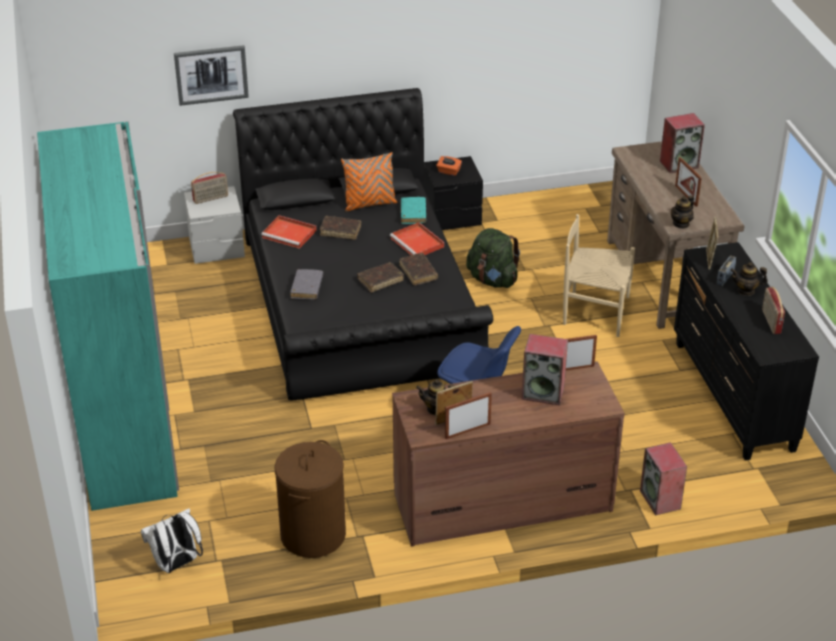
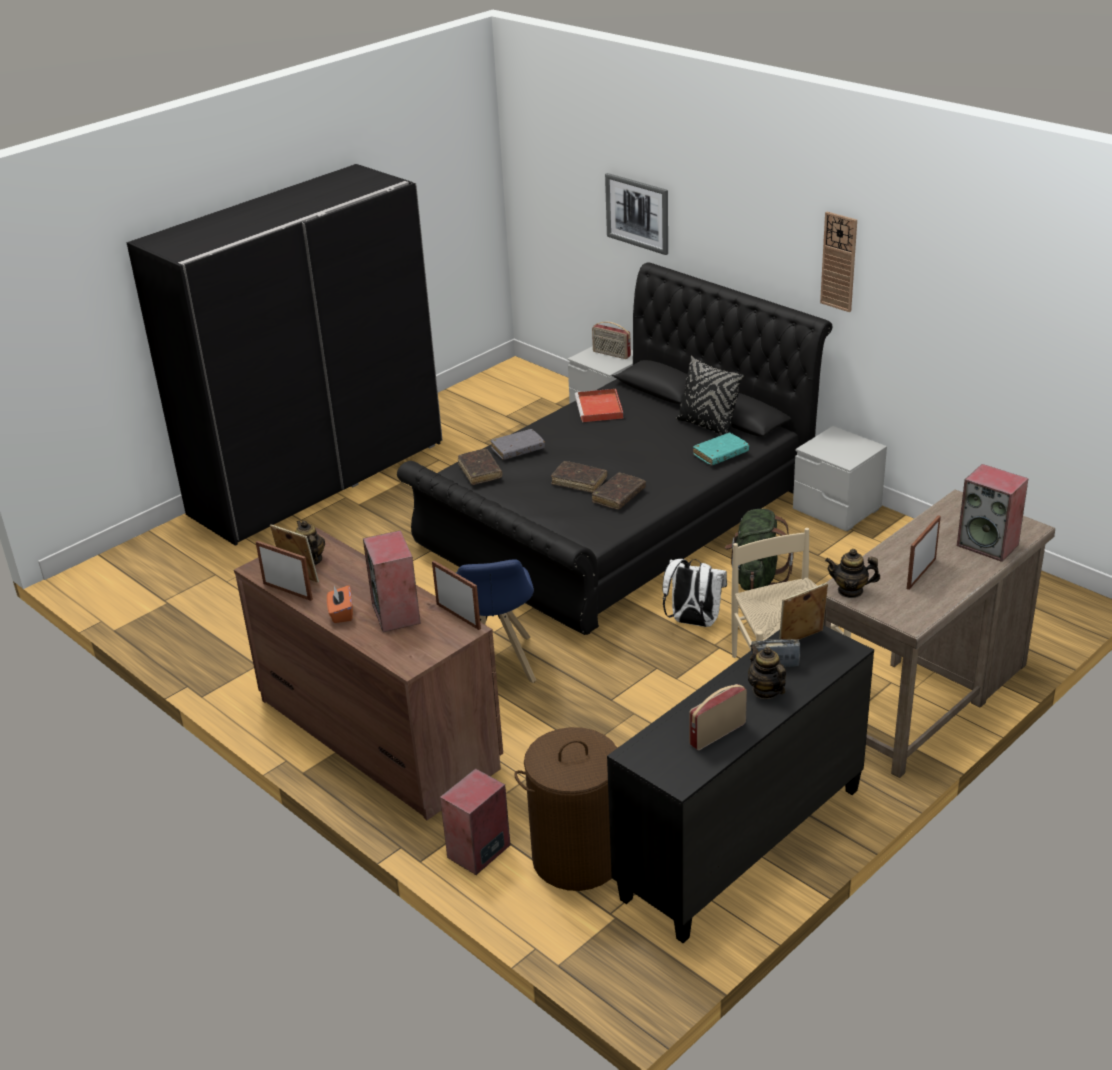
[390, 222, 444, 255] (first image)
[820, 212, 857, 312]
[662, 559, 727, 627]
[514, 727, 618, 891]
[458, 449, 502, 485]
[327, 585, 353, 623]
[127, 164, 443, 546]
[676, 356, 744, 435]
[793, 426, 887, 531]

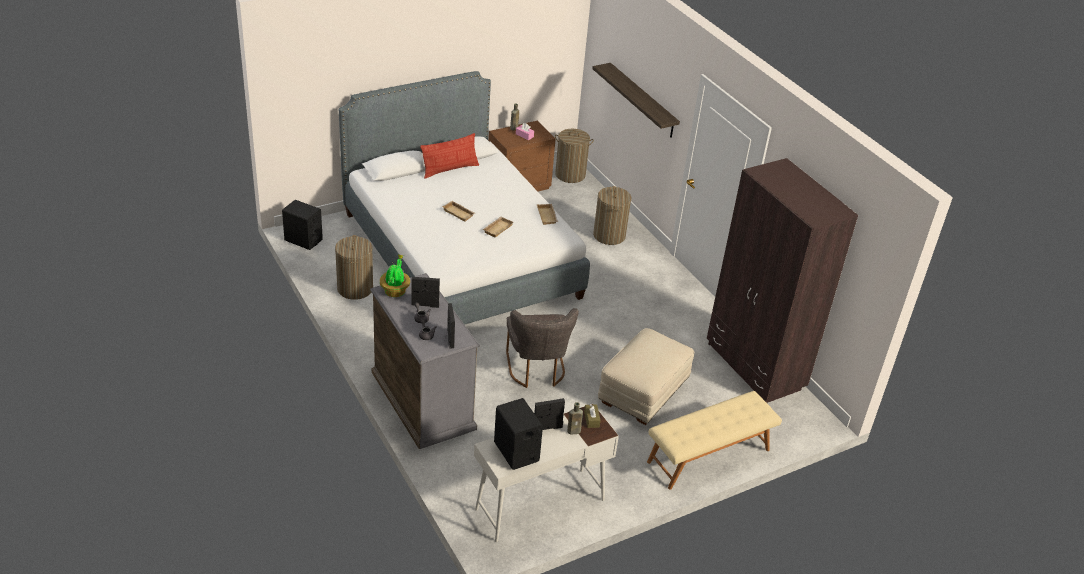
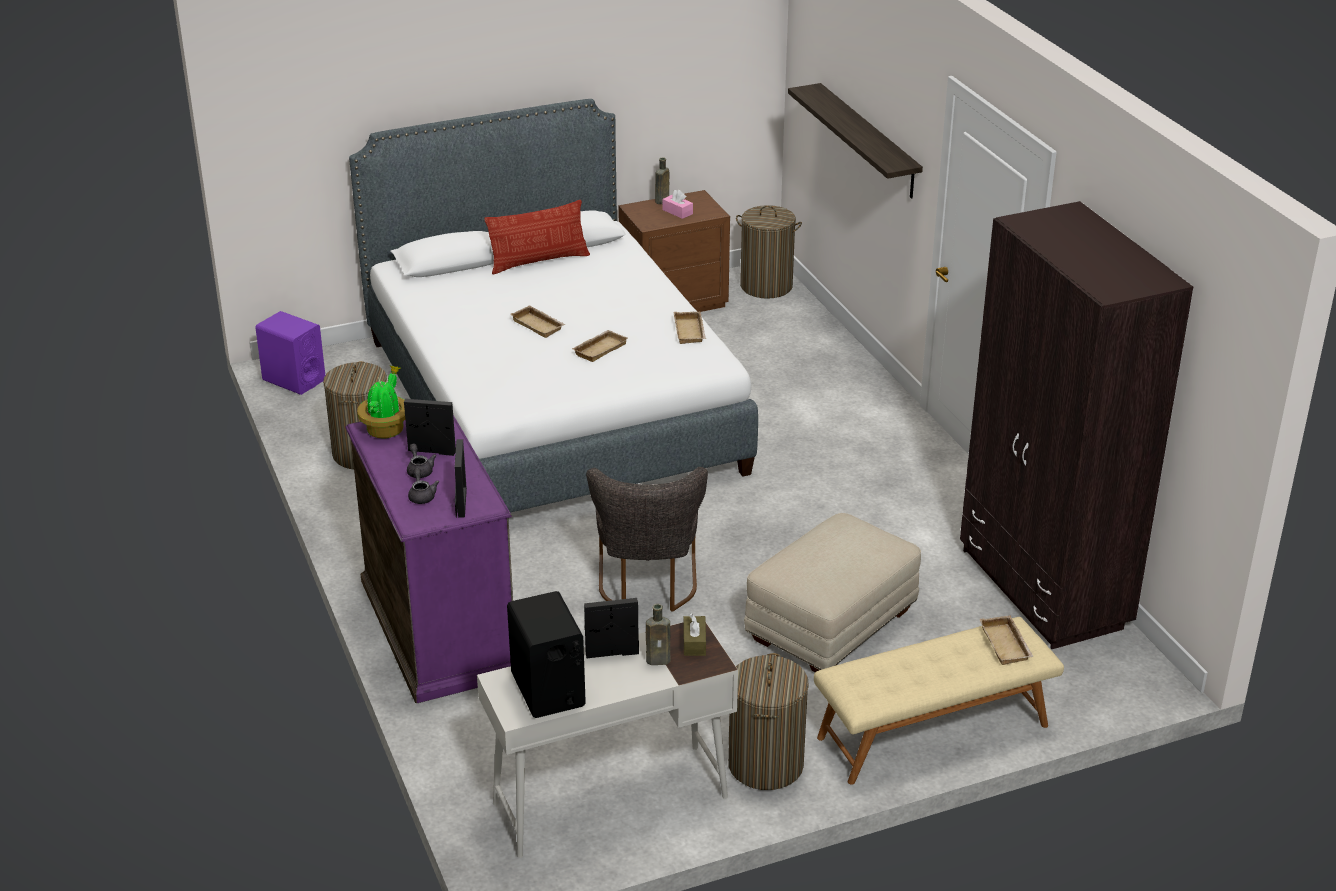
[980, 615, 1034, 665]
[728, 653, 809, 790]
[255, 311, 325, 395]
[345, 415, 513, 703]

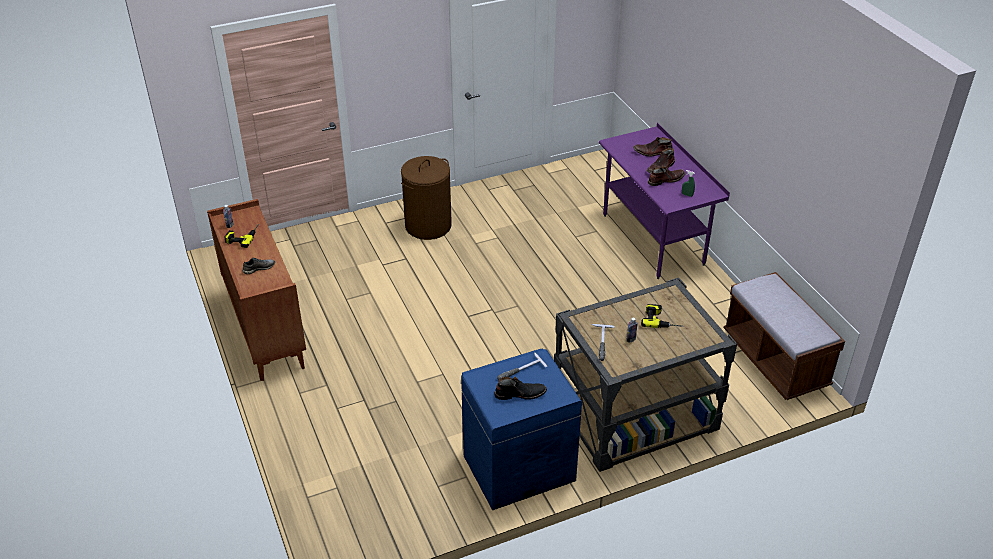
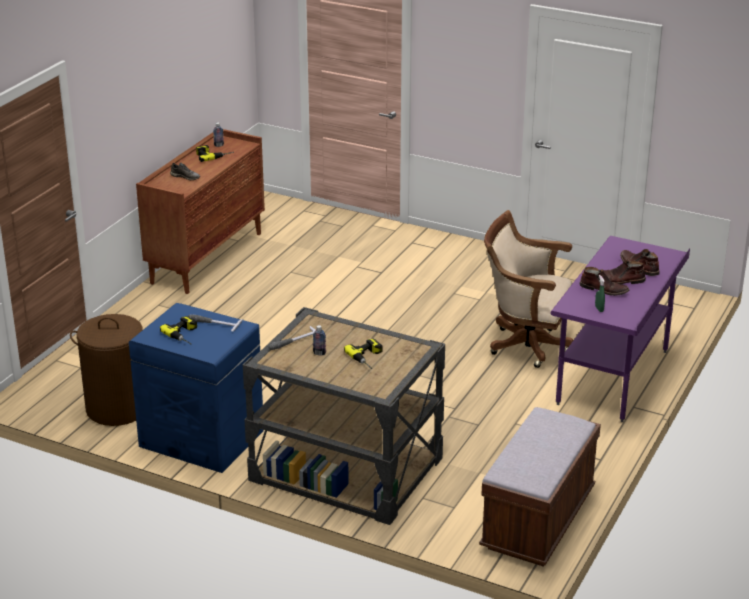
[484, 210, 573, 368]
[70, 314, 143, 426]
[160, 316, 197, 344]

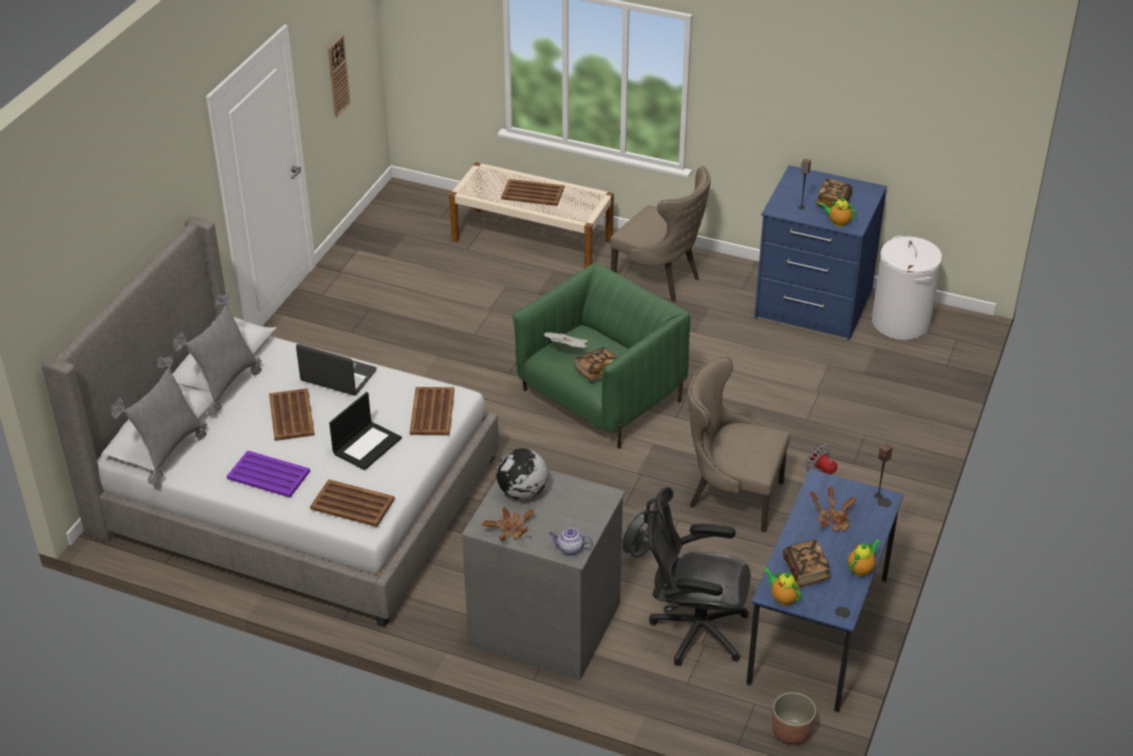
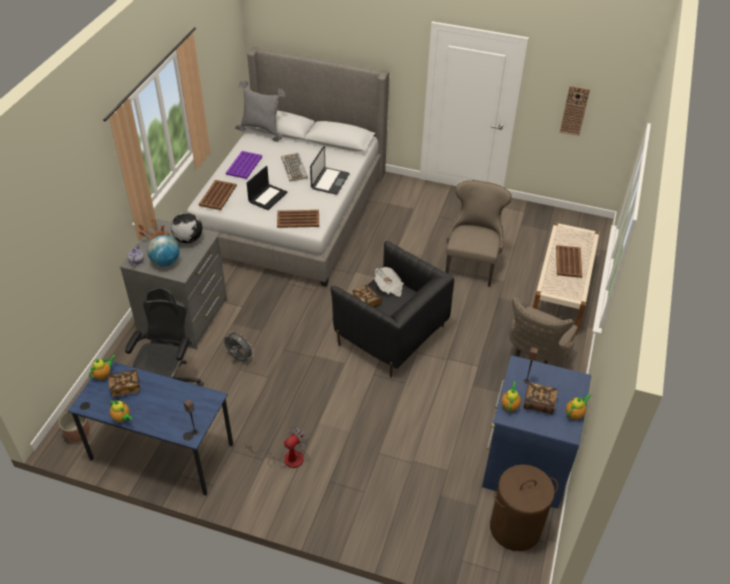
[173, 293, 262, 416] (first image)
[809, 486, 857, 531] (first image)
[147, 235, 179, 266]
[566, 394, 591, 420]
[445, 180, 512, 287]
[281, 153, 308, 181]
[330, 241, 454, 378]
[490, 464, 558, 551]
[247, 166, 288, 210]

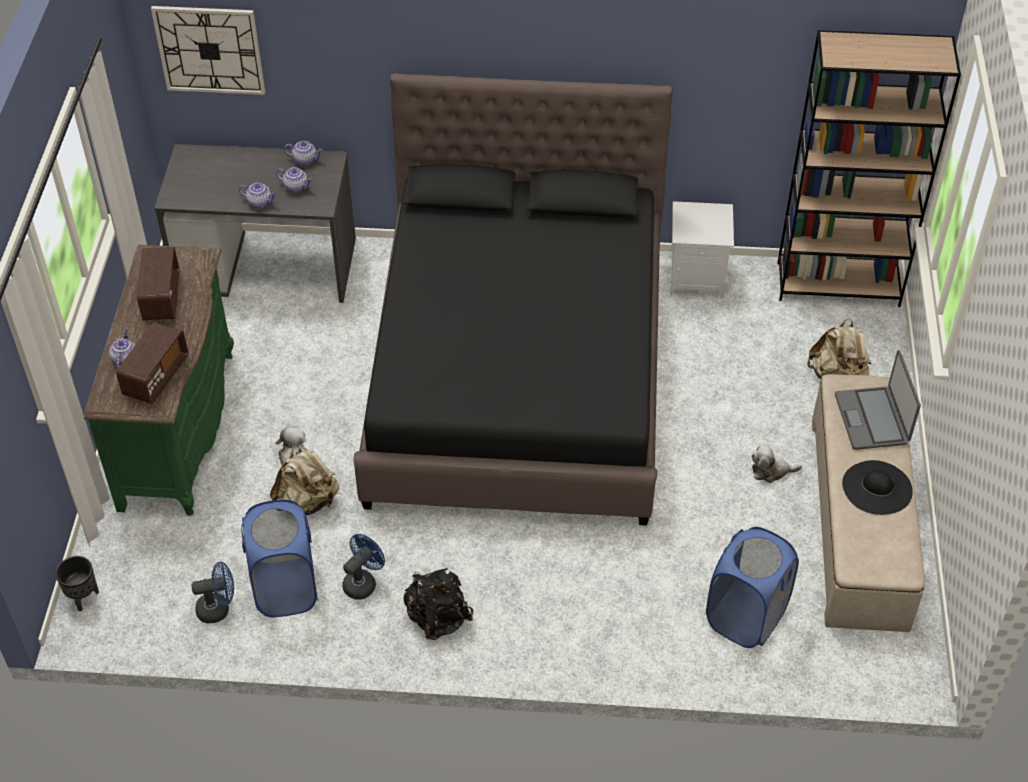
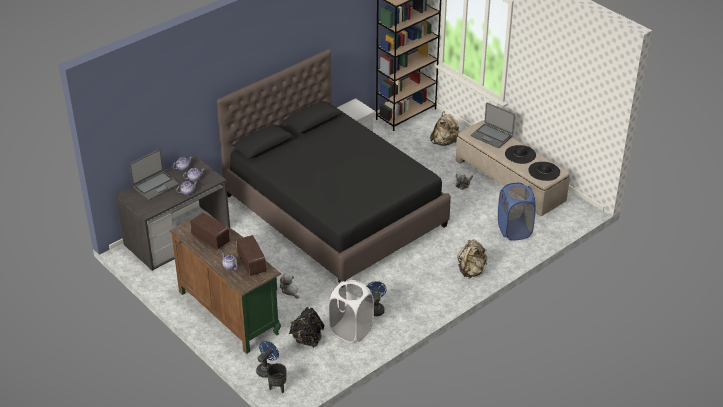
[151, 6, 265, 95] (first image)
[129, 149, 179, 200]
[528, 162, 560, 181]
[256, 341, 279, 378]
[457, 240, 487, 278]
[289, 307, 325, 348]
[328, 280, 374, 343]

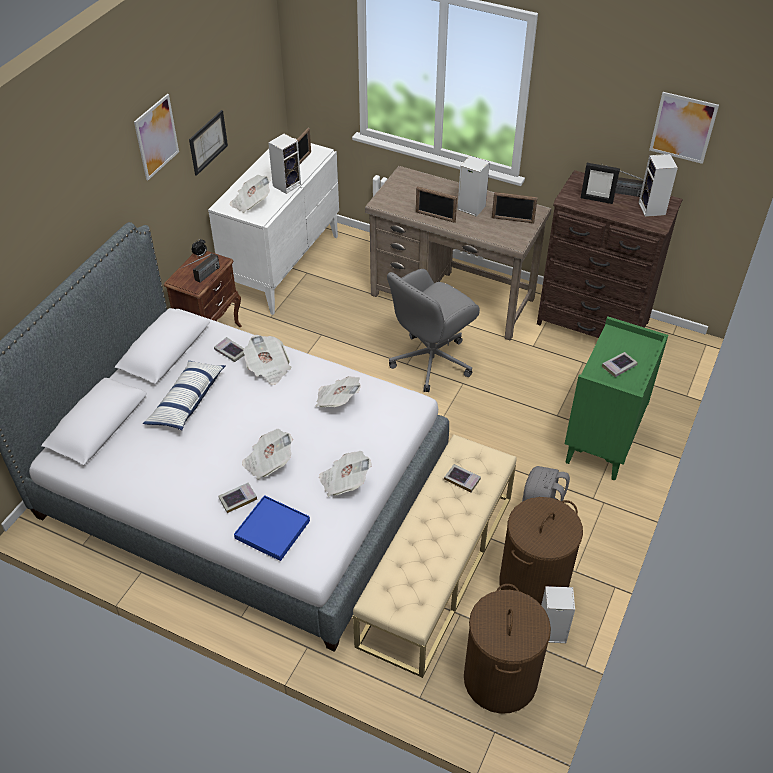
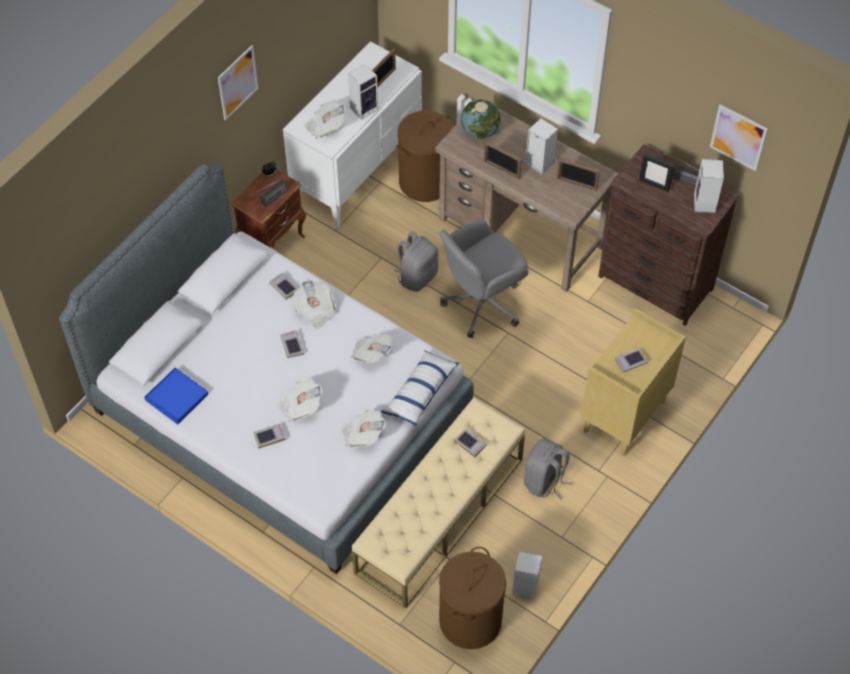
[189, 110, 228, 176] (first image)
[280, 330, 304, 358]
[394, 231, 438, 292]
[461, 99, 501, 139]
[381, 350, 459, 426]
[144, 367, 208, 425]
[396, 111, 455, 202]
[581, 308, 686, 456]

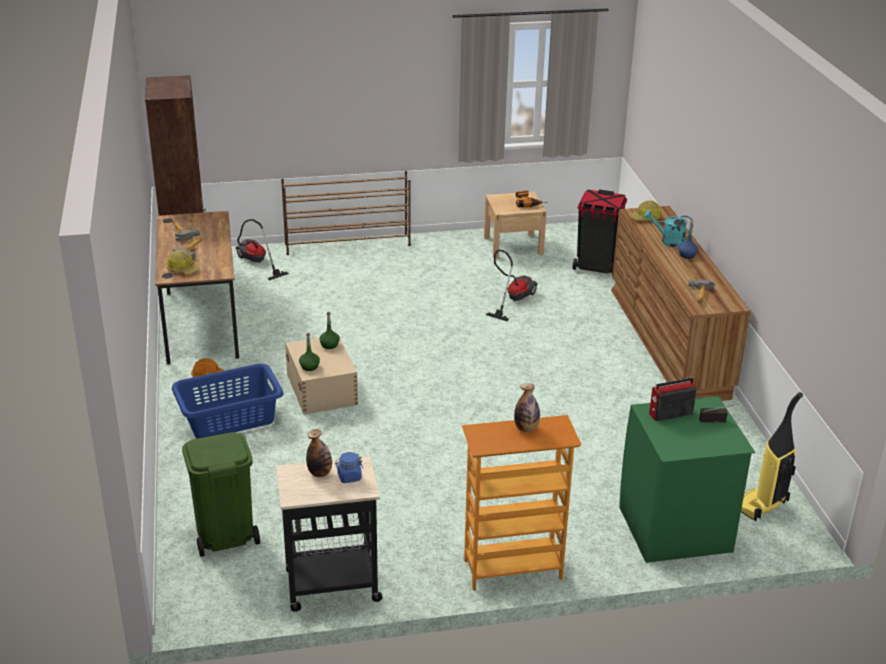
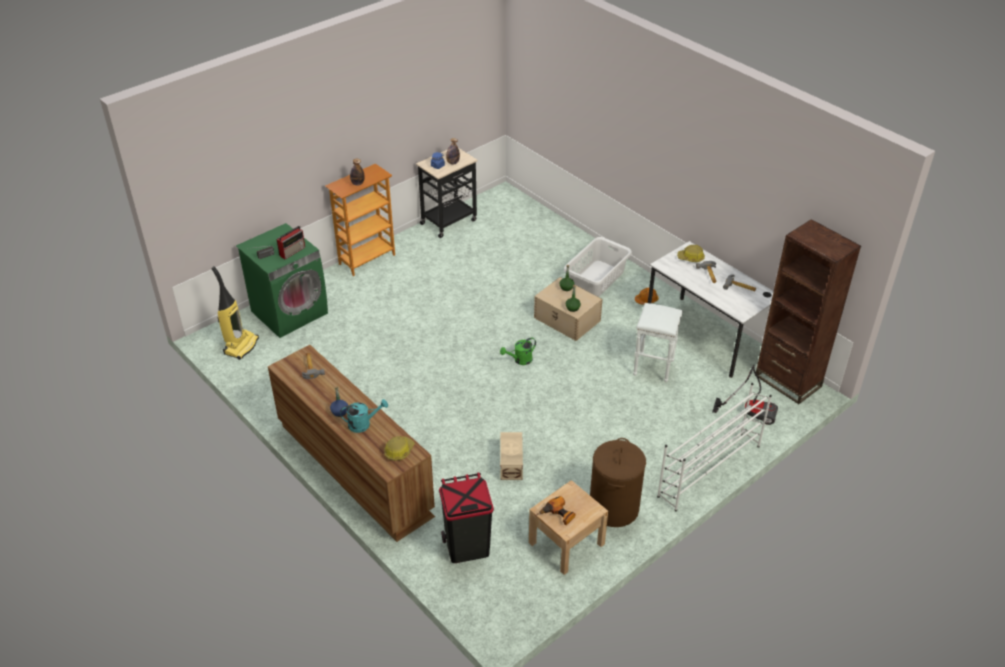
[182, 432, 260, 557] (first image)
[500, 337, 536, 365]
[590, 438, 646, 527]
[633, 303, 683, 382]
[500, 432, 523, 480]
[648, 241, 774, 378]
[564, 237, 632, 297]
[657, 383, 772, 511]

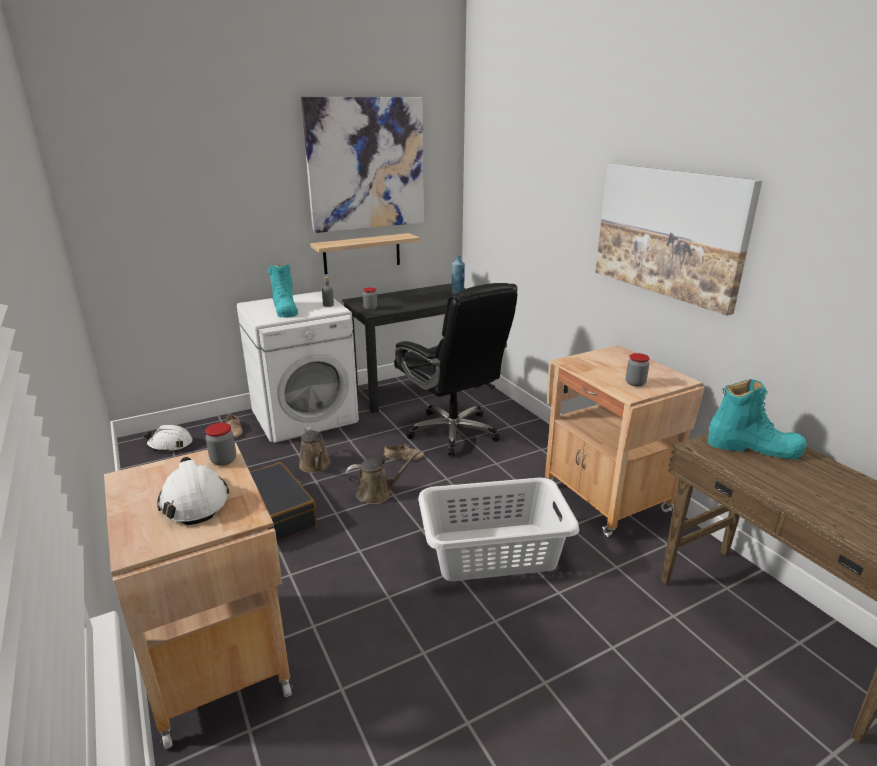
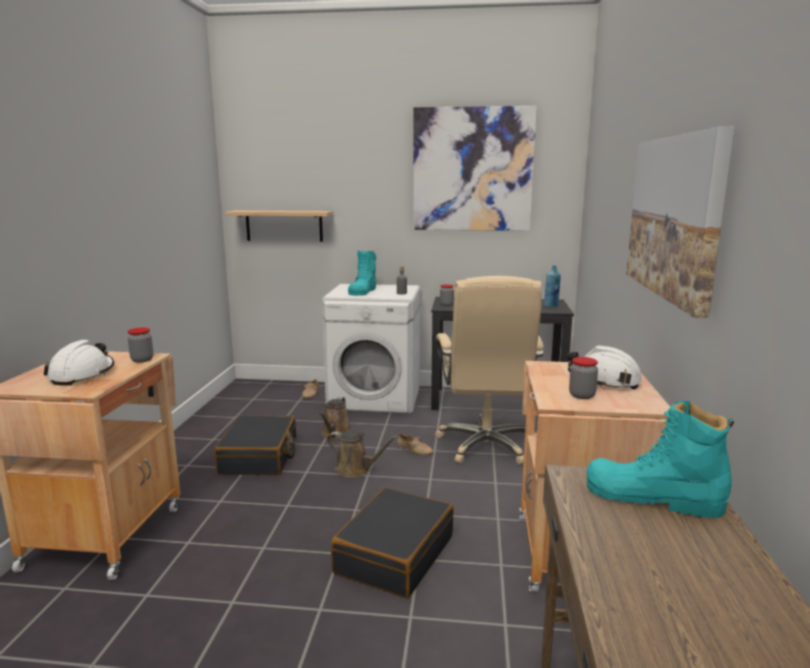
[567, 345, 642, 389]
[225, 210, 333, 242]
[331, 487, 454, 598]
[435, 276, 544, 465]
[587, 401, 734, 518]

